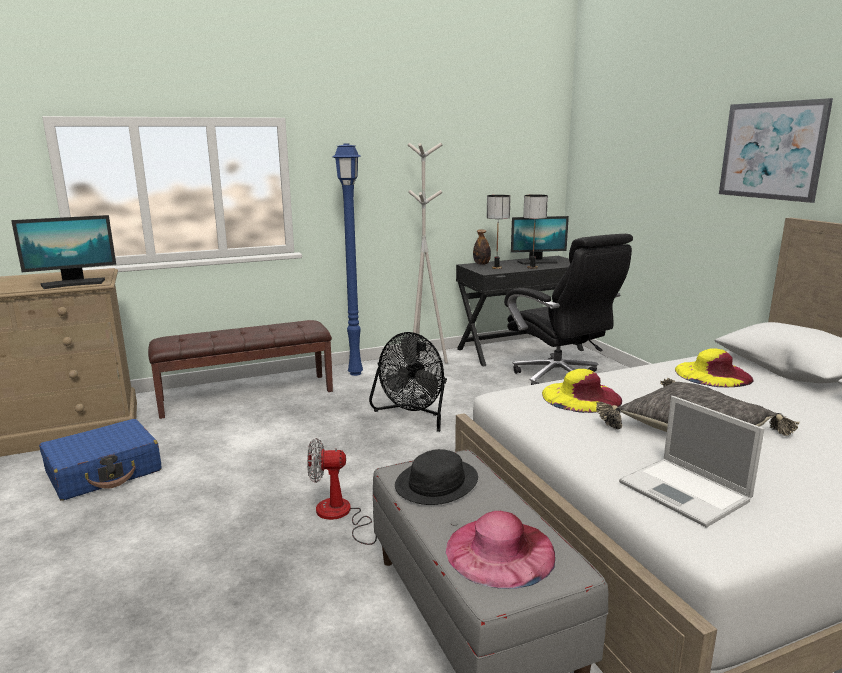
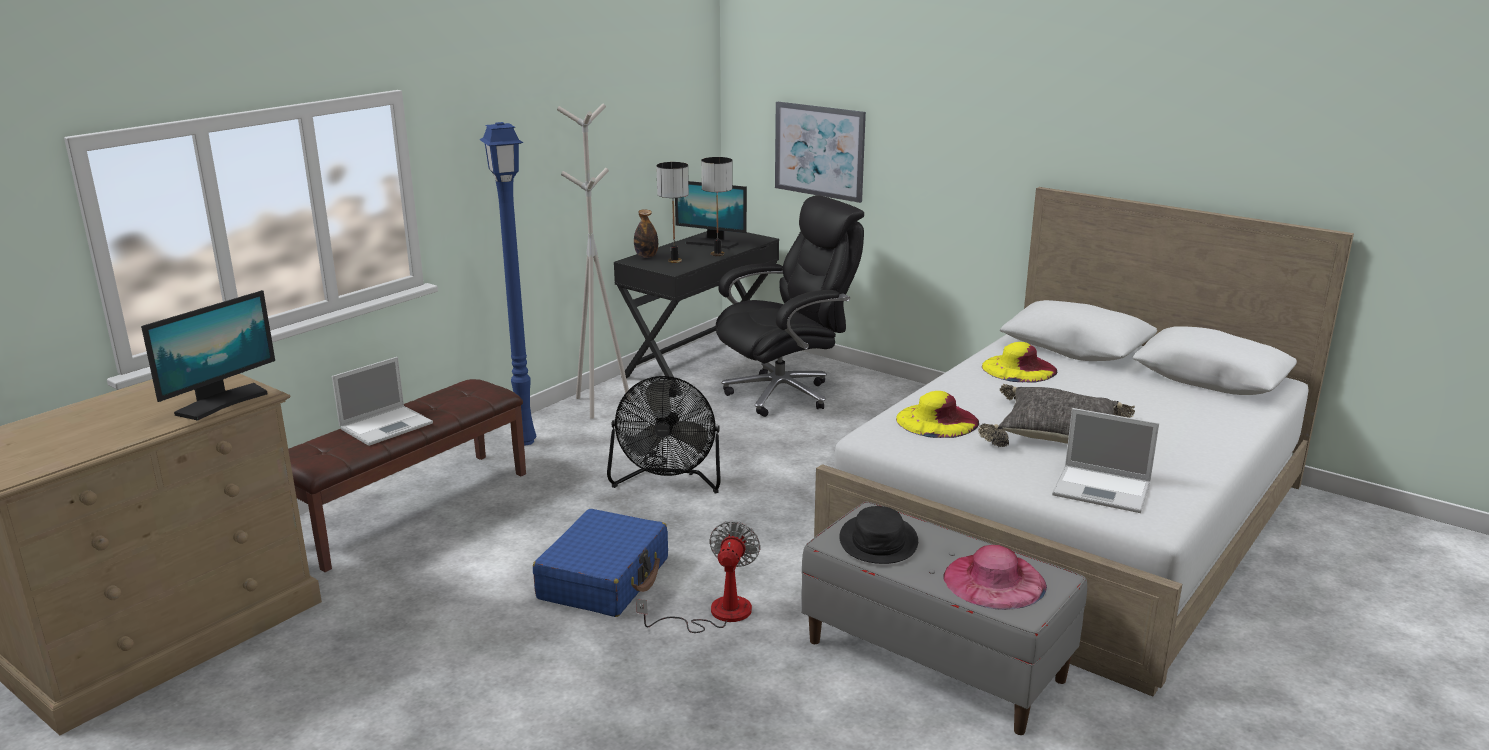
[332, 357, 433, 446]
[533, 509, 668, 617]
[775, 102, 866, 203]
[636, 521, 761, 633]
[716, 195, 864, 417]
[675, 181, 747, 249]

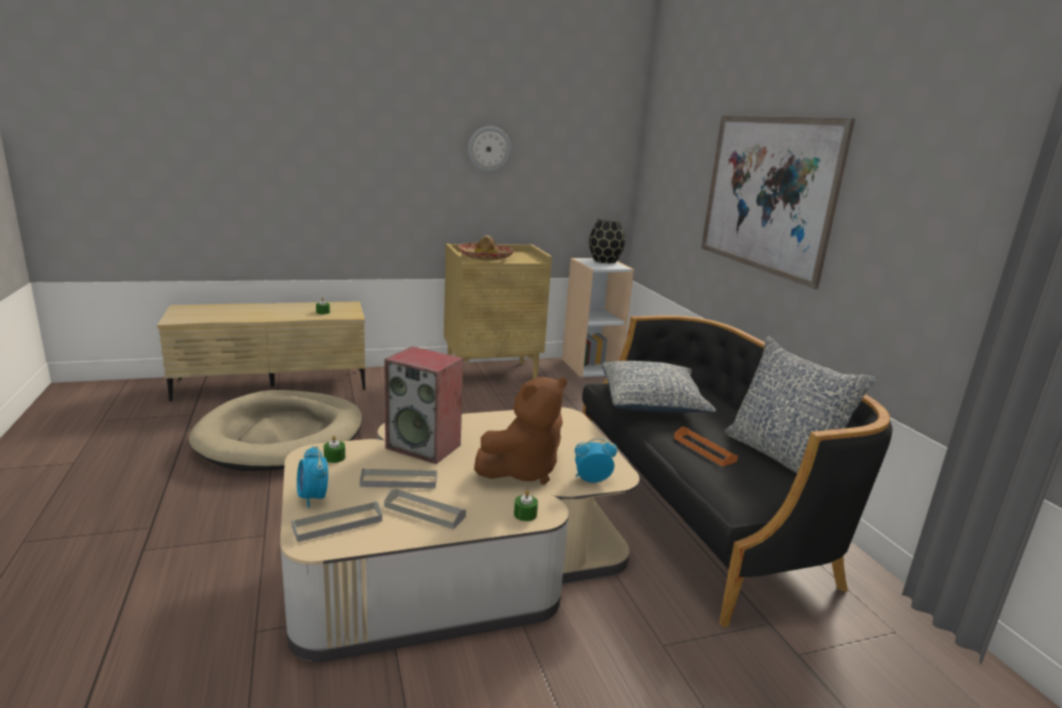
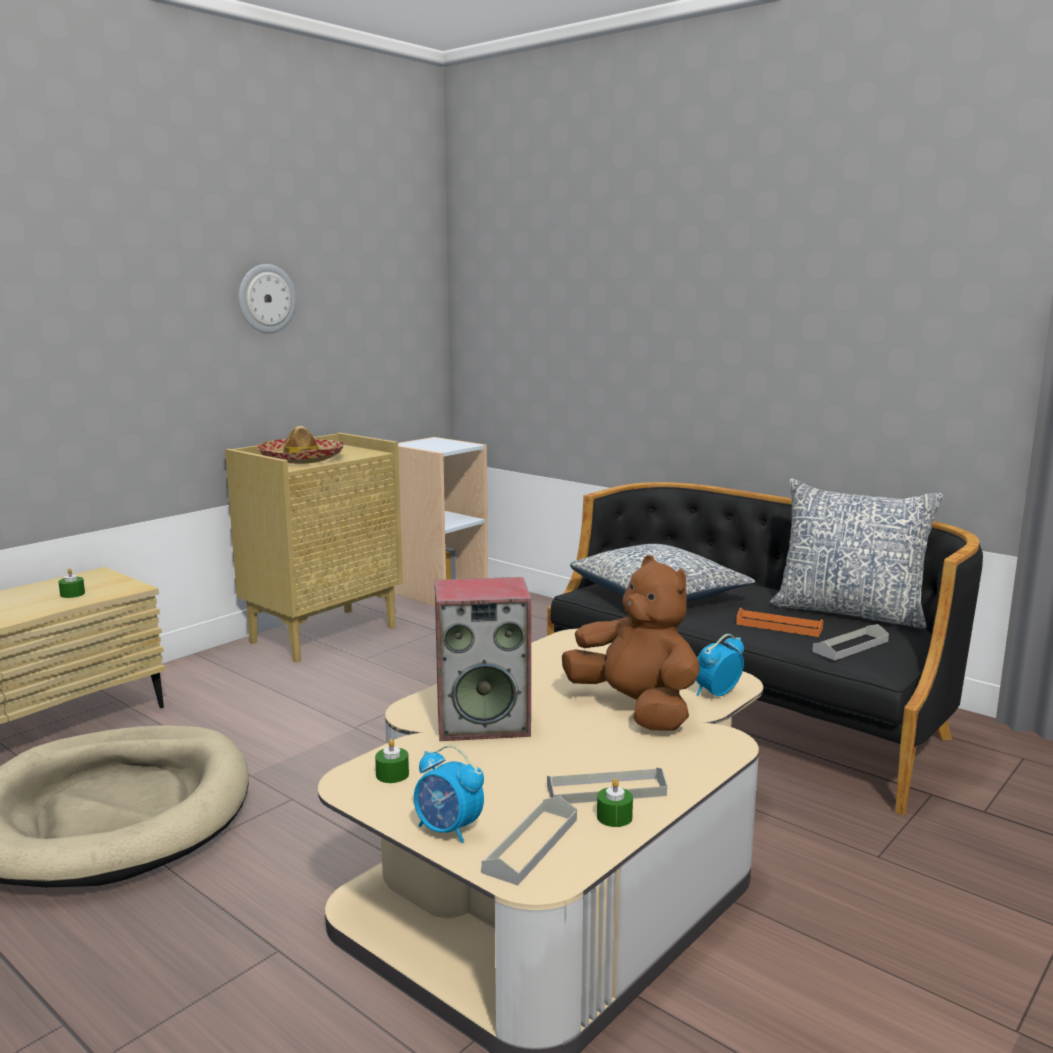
[589, 218, 625, 263] (first image)
[701, 115, 855, 289] (first image)
[812, 624, 889, 660]
[597, 778, 633, 827]
[562, 555, 700, 731]

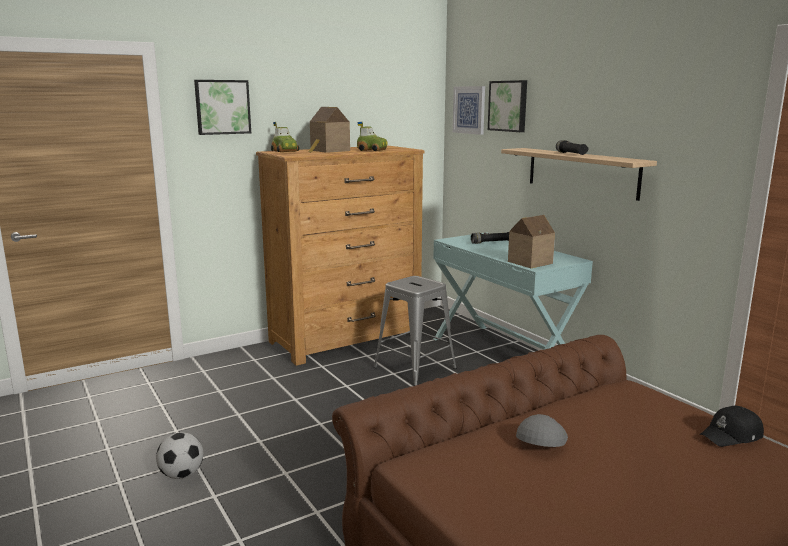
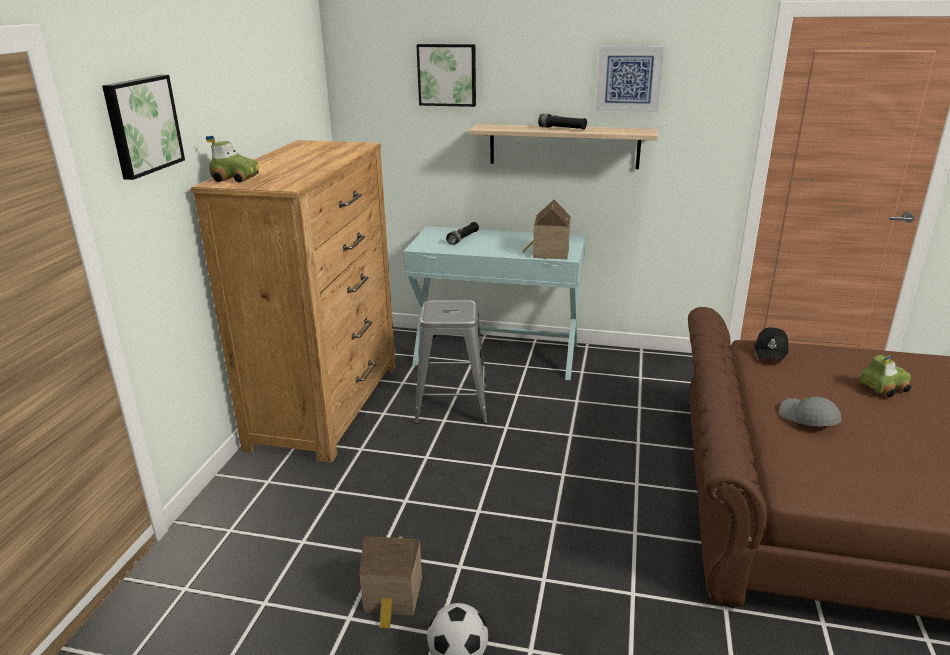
[360, 536, 422, 628]
[860, 355, 911, 397]
[596, 46, 664, 112]
[754, 327, 788, 362]

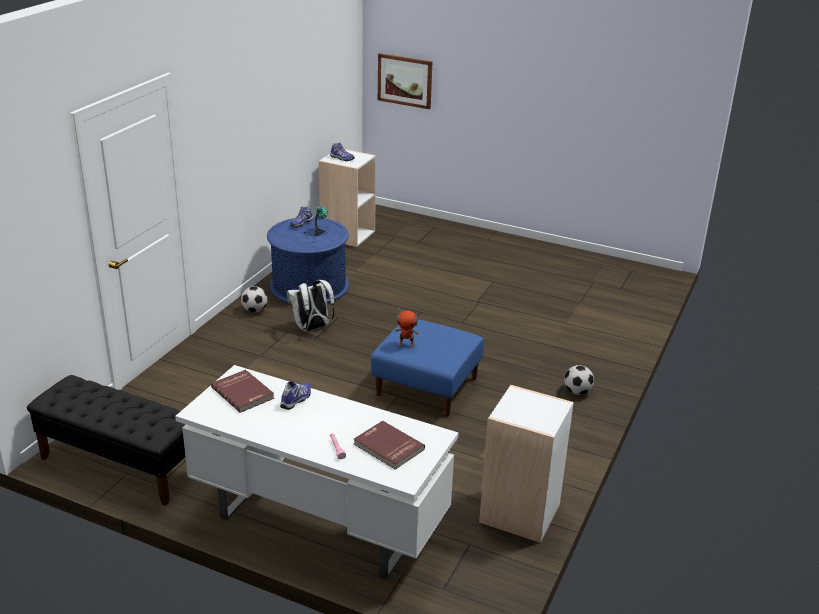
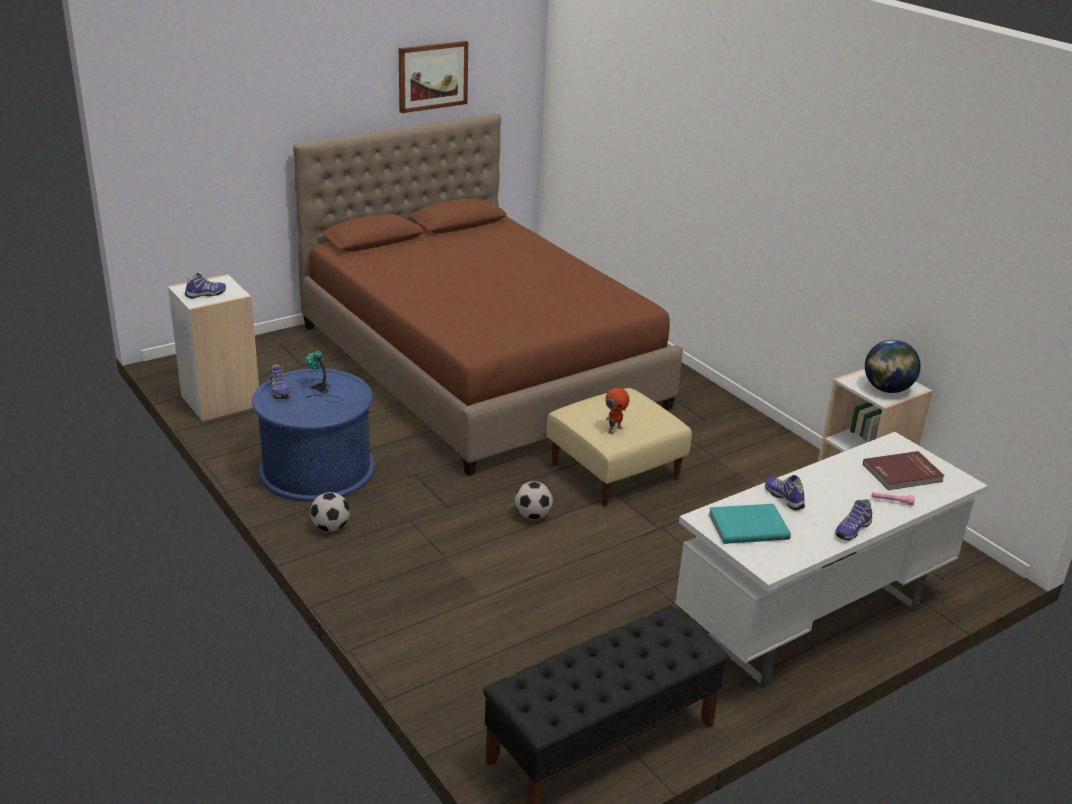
[287, 280, 335, 332] (first image)
[293, 114, 683, 476]
[835, 499, 872, 541]
[865, 340, 921, 393]
[399, 41, 468, 113]
[515, 481, 553, 520]
[709, 504, 791, 544]
[547, 388, 692, 507]

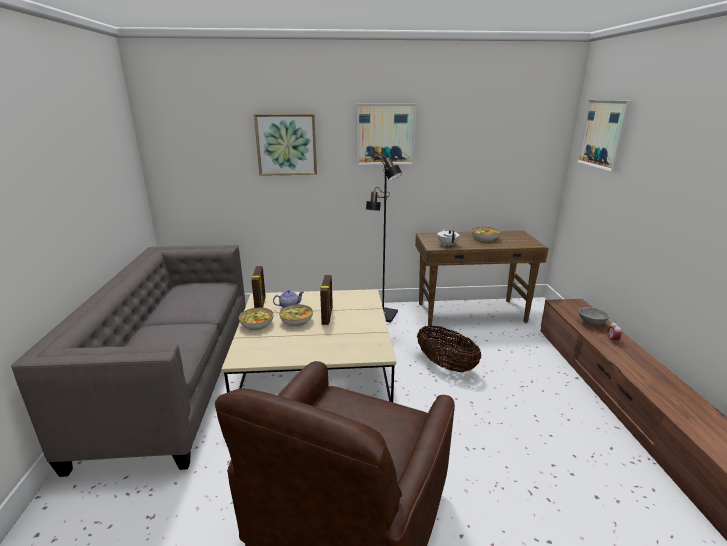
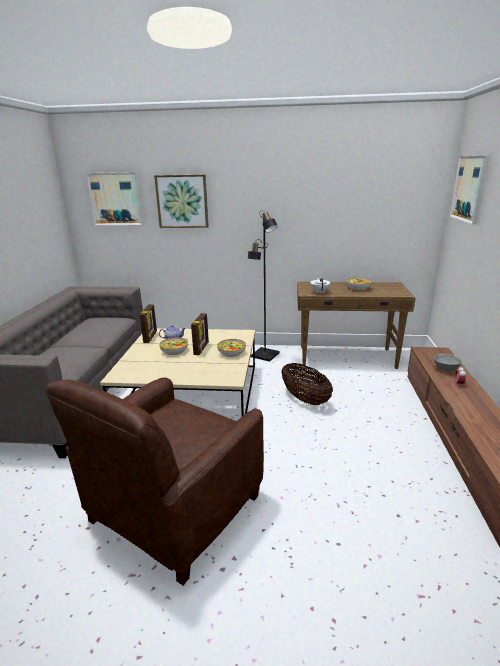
[217, 339, 246, 357]
[86, 172, 143, 225]

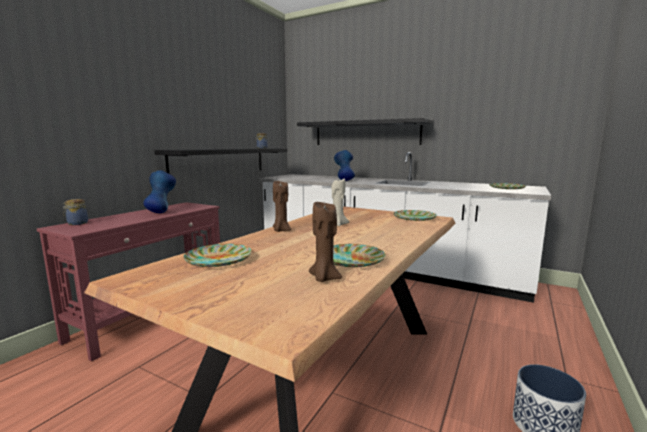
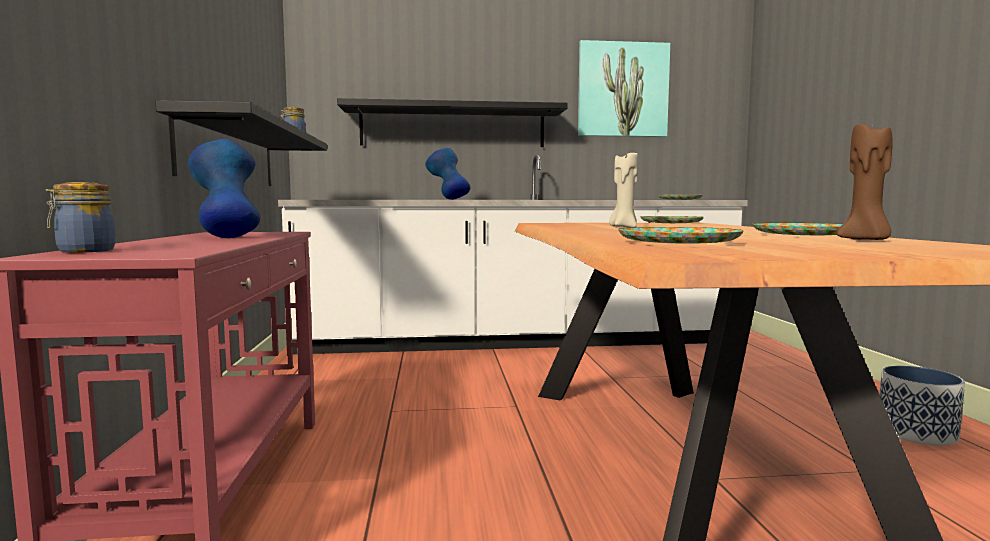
[273, 180, 291, 232] (first image)
[578, 40, 670, 137]

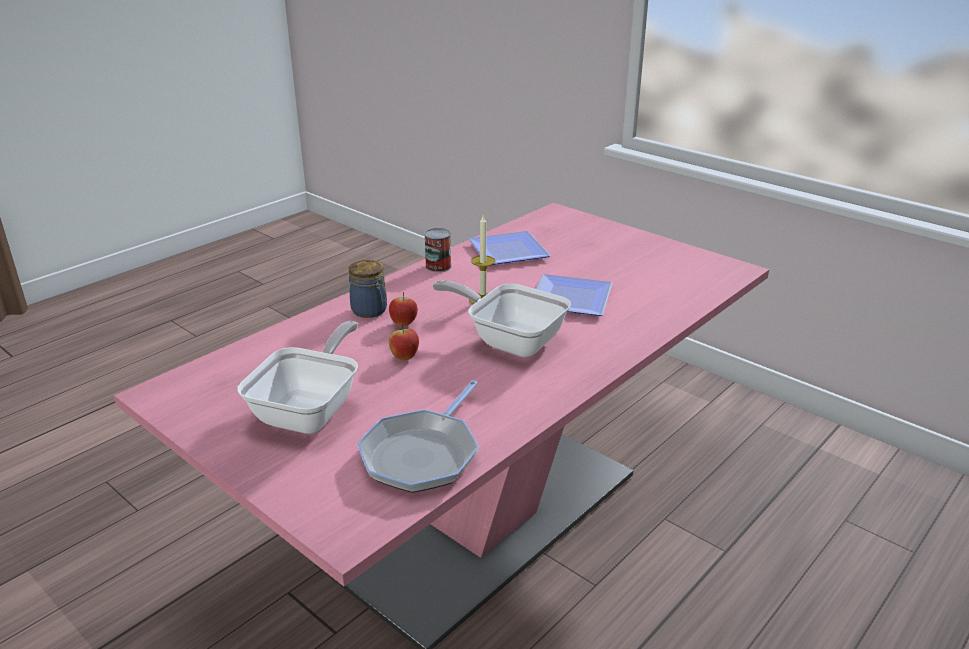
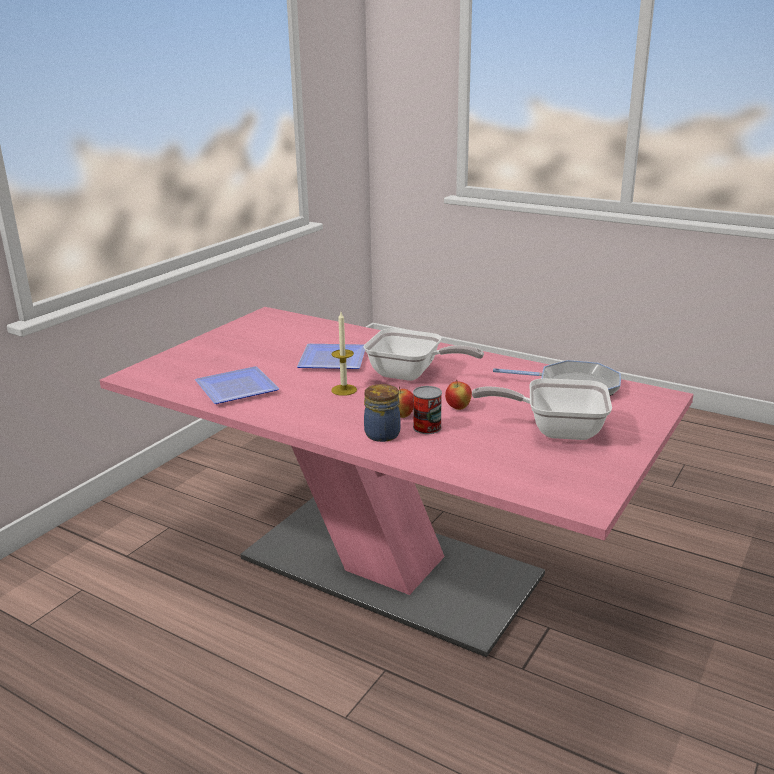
[413, 386, 442, 434]
[363, 328, 484, 381]

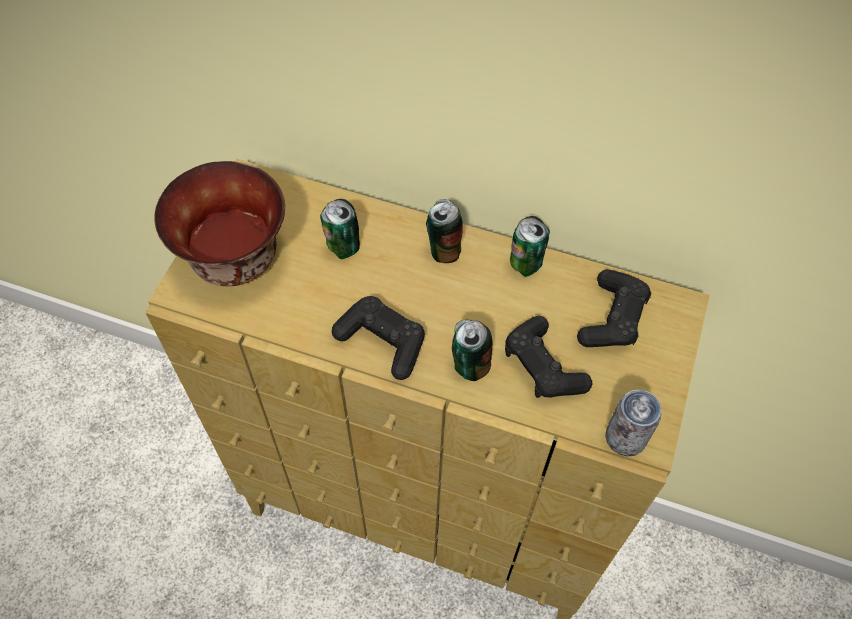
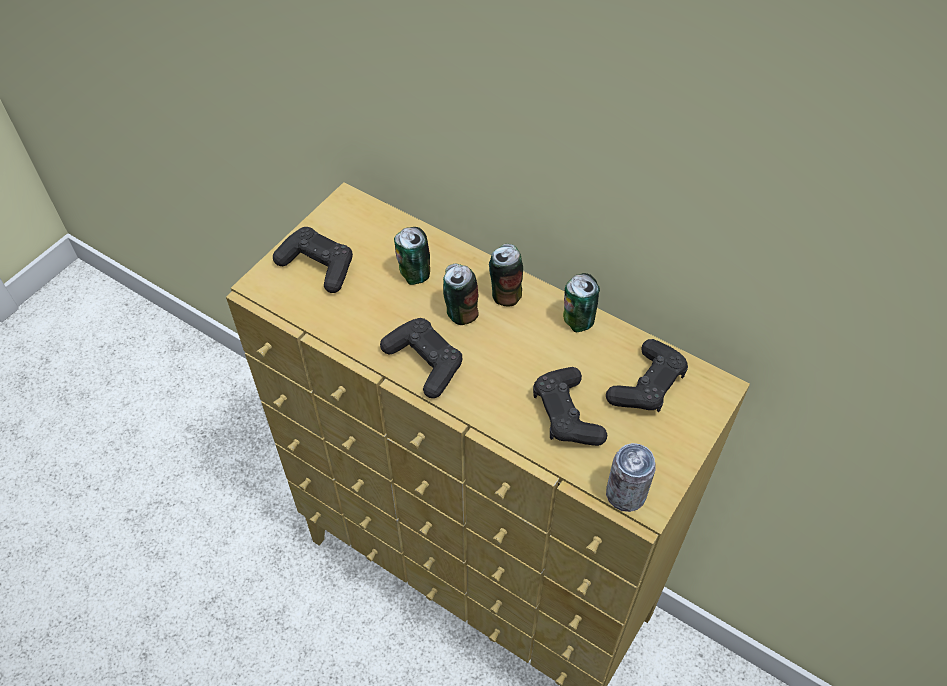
[443, 264, 479, 325]
[273, 227, 353, 293]

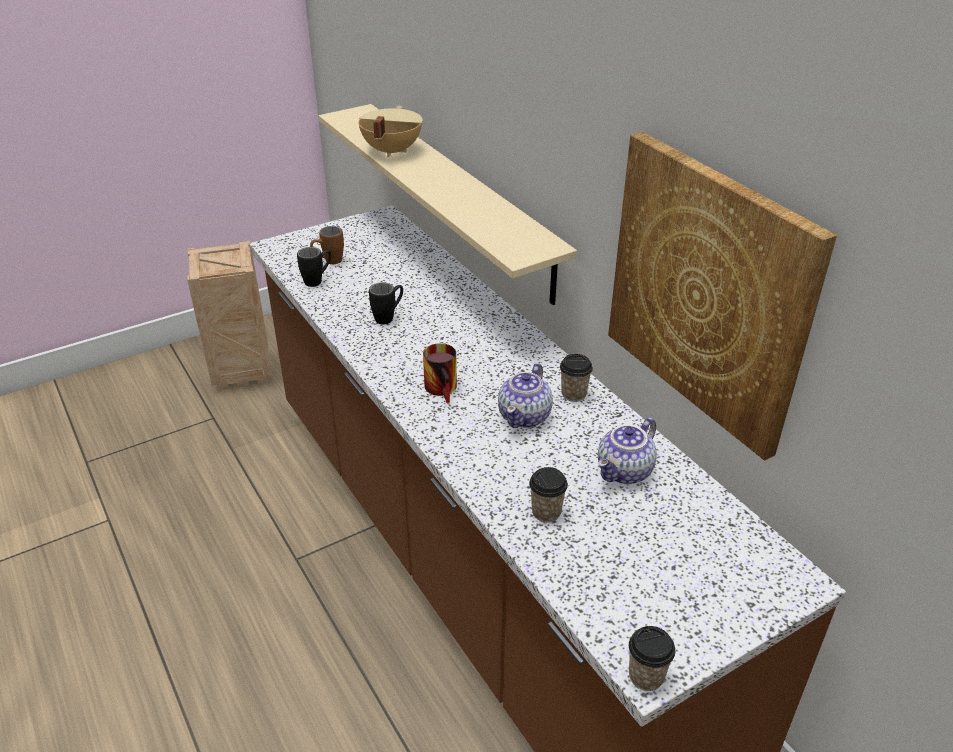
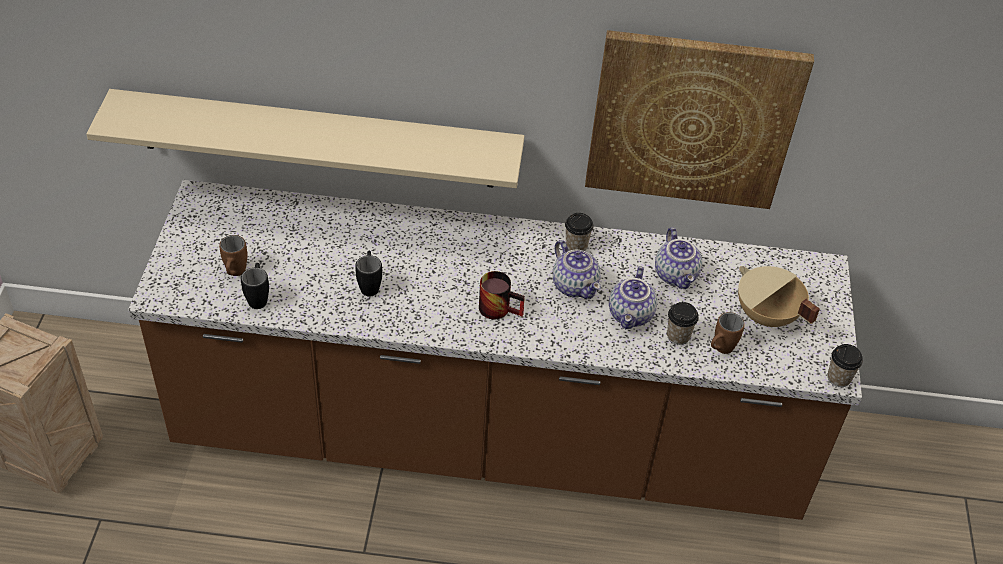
[609, 266, 657, 329]
[711, 312, 745, 354]
[738, 266, 820, 327]

